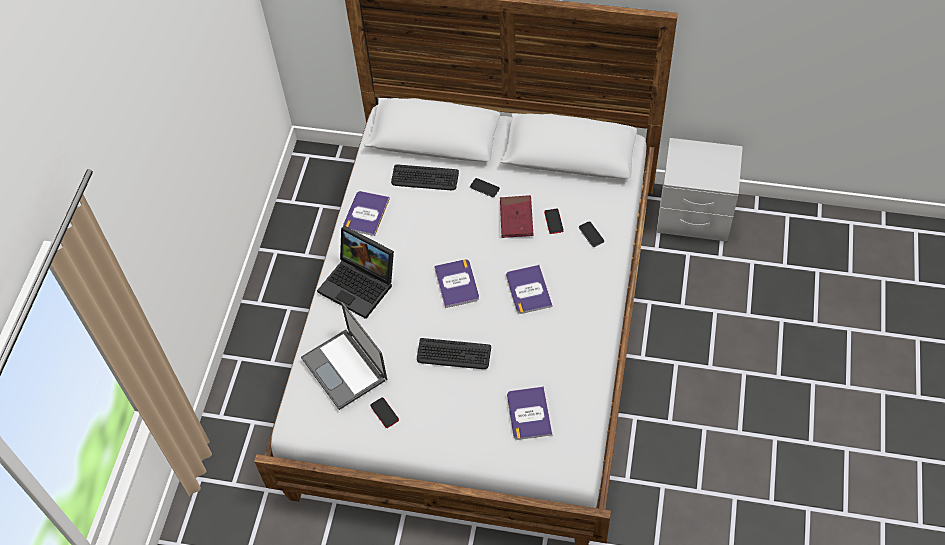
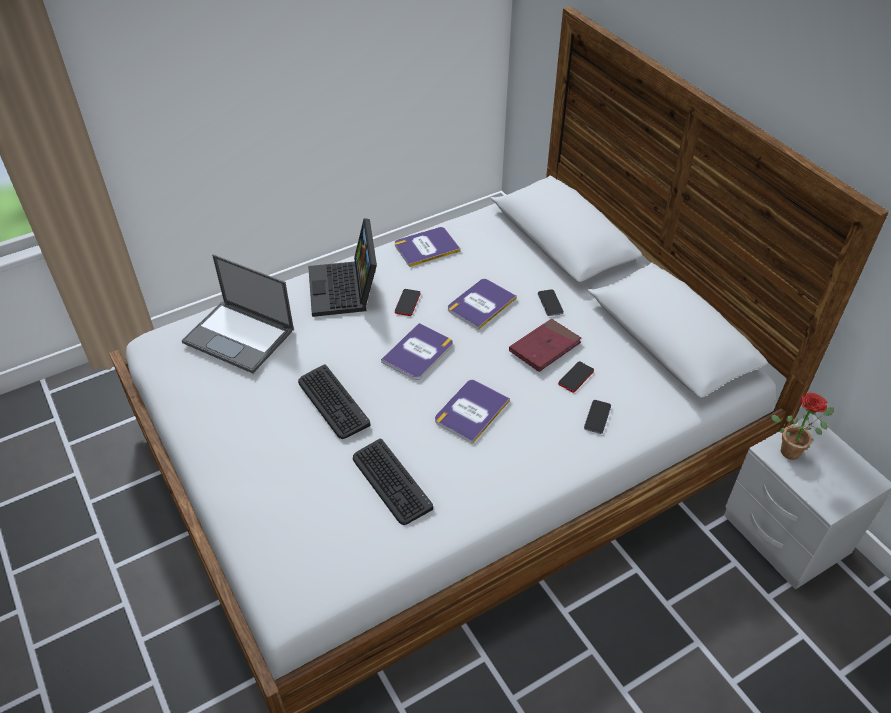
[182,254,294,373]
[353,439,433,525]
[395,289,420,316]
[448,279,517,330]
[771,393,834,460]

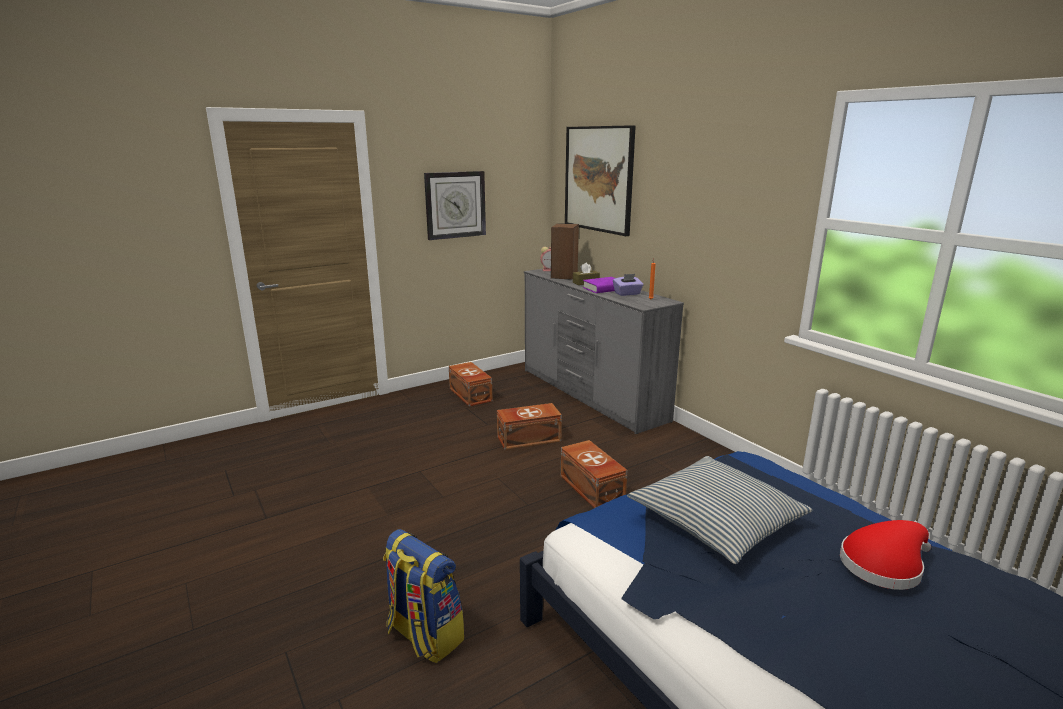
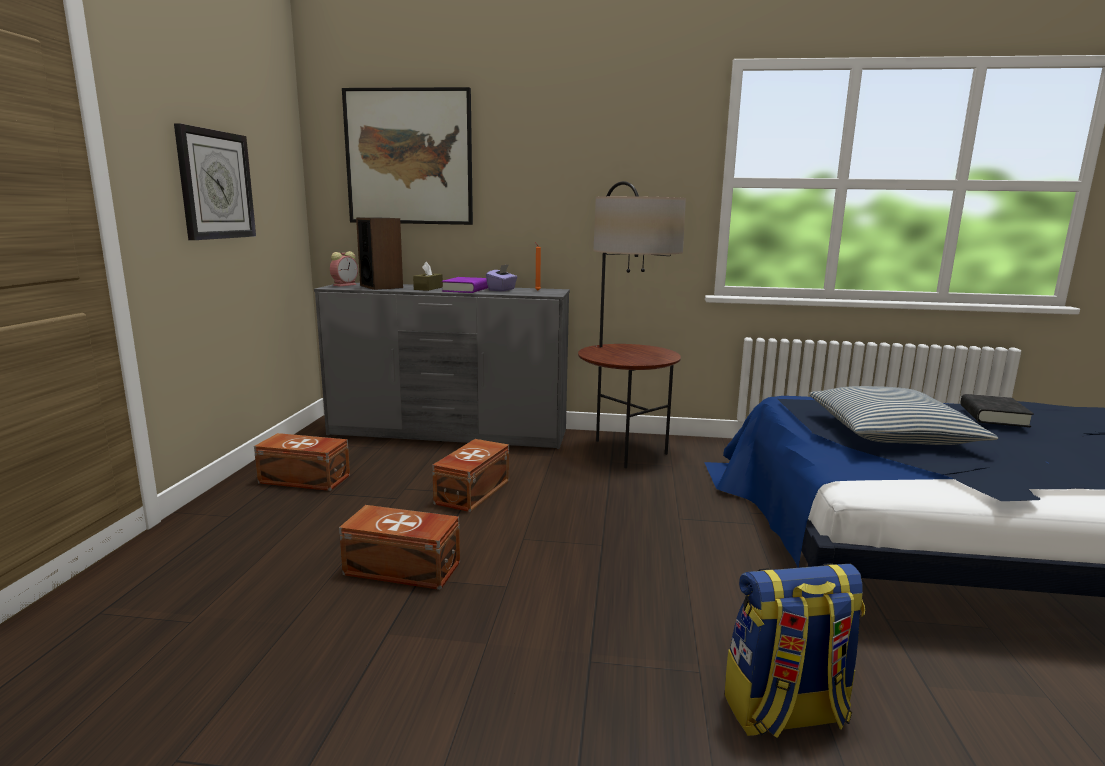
[339,505,460,590]
[578,181,686,468]
[960,394,1034,427]

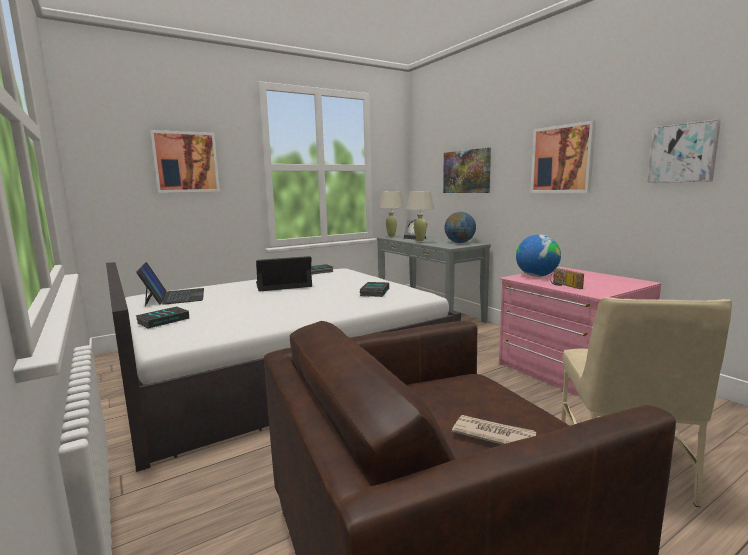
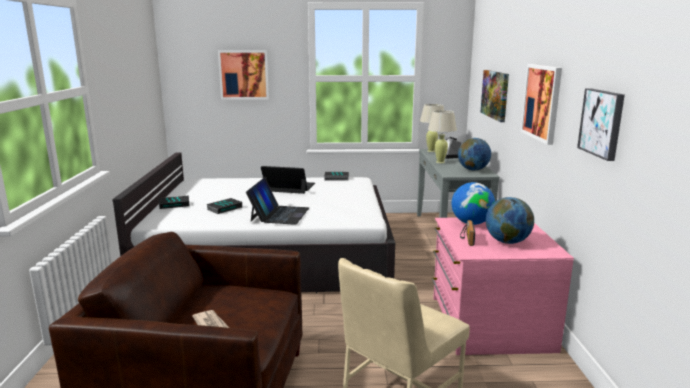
[206,198,242,214]
[246,178,309,225]
[486,197,534,244]

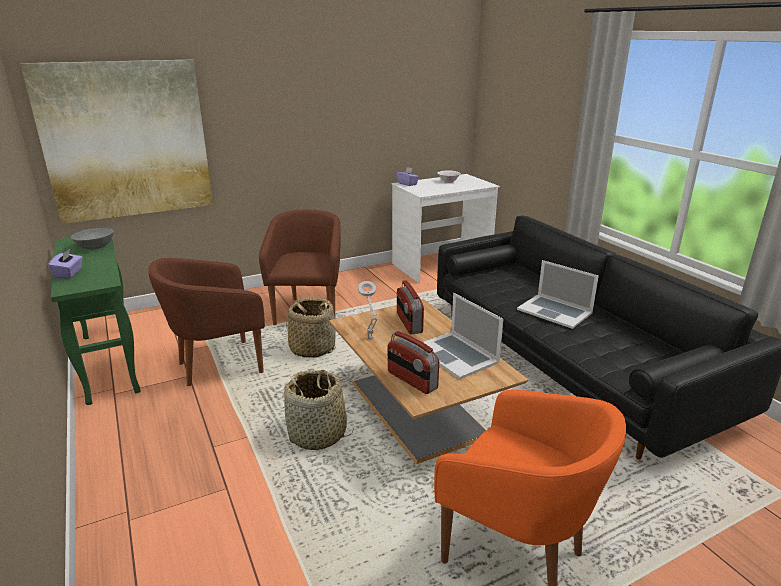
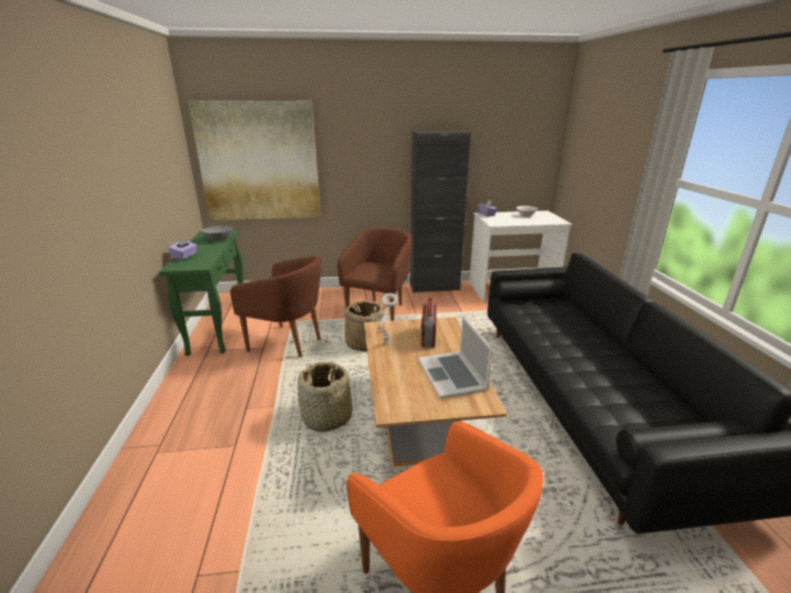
[230,256,321,357]
[410,131,471,293]
[388,331,439,394] (first image)
[517,260,599,329] (first image)

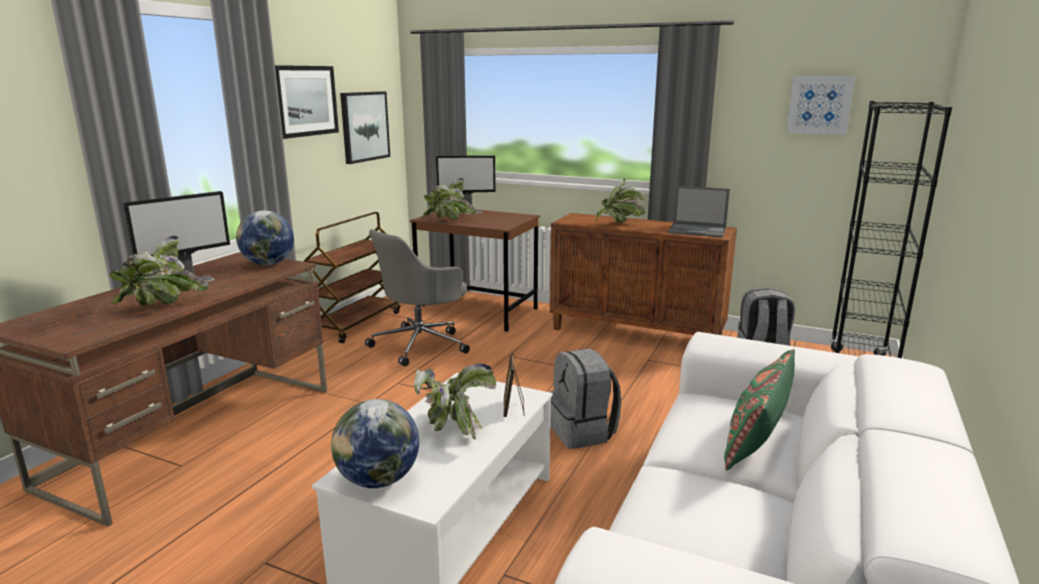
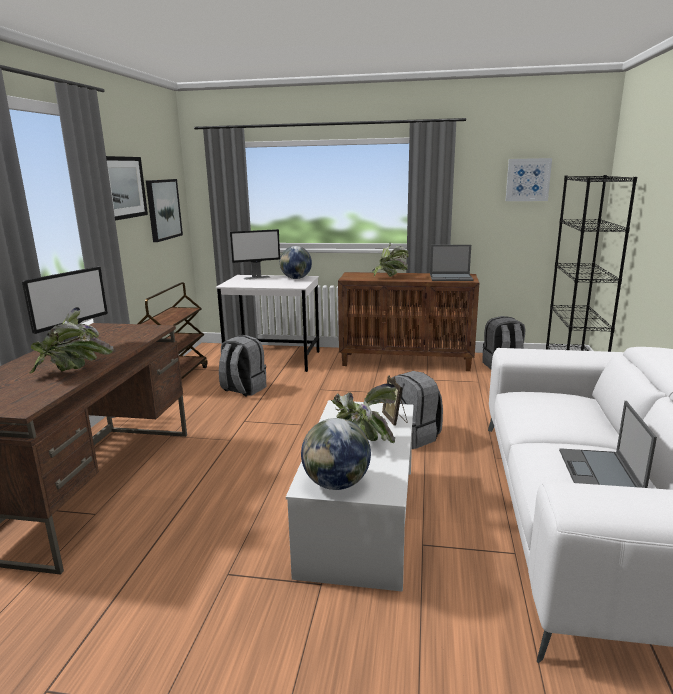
[215,275,319,372]
[219,335,266,397]
[280,246,312,279]
[559,401,657,488]
[423,178,476,220] (first image)
[724,349,795,470] (first image)

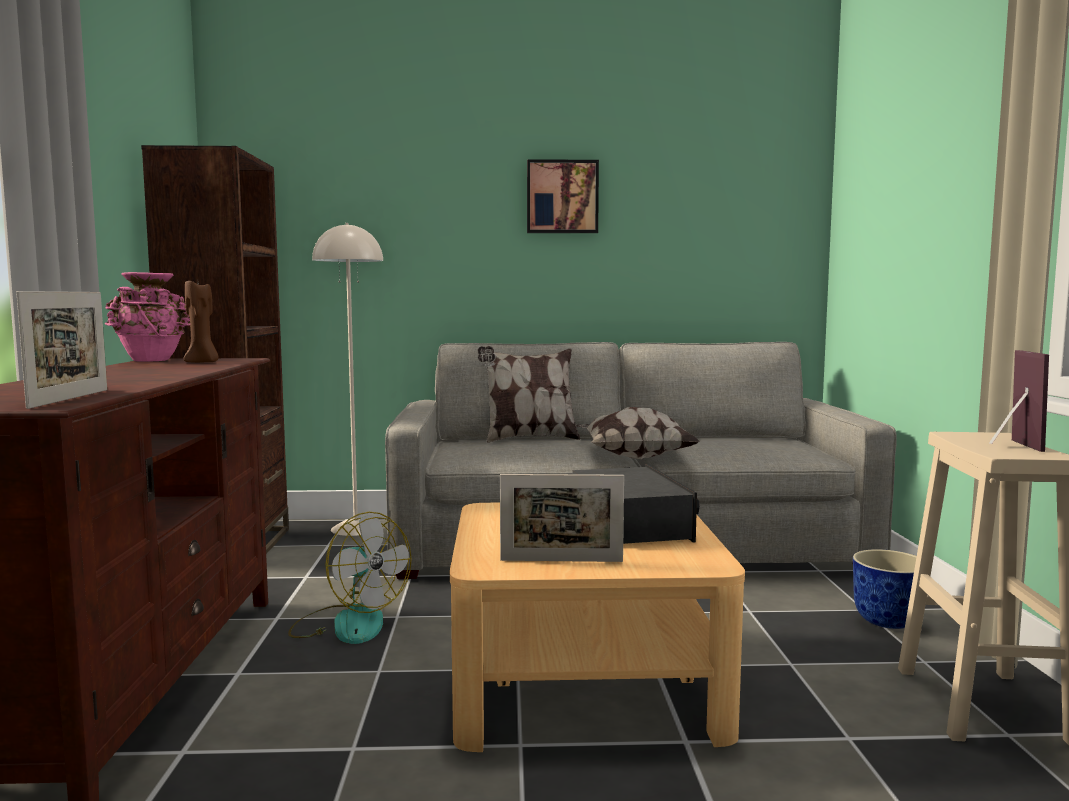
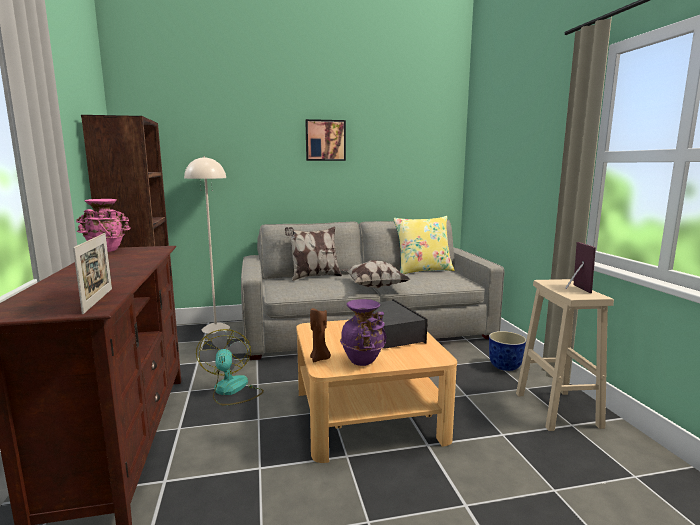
[196,329,264,405]
[310,307,331,362]
[340,299,386,366]
[393,216,454,274]

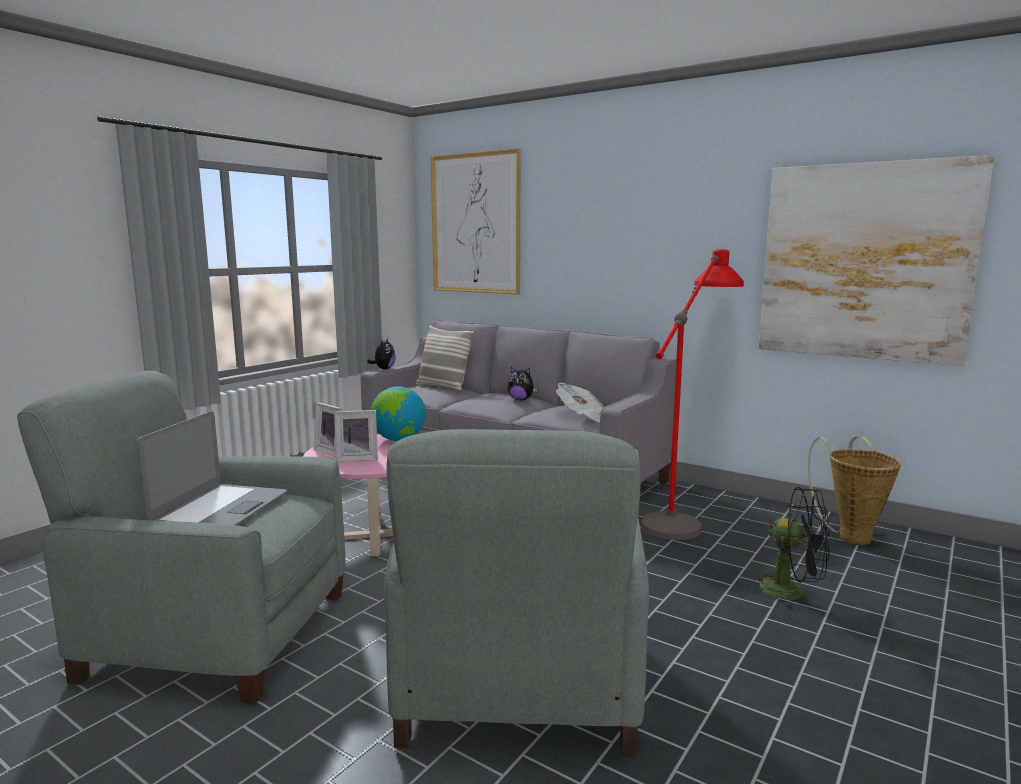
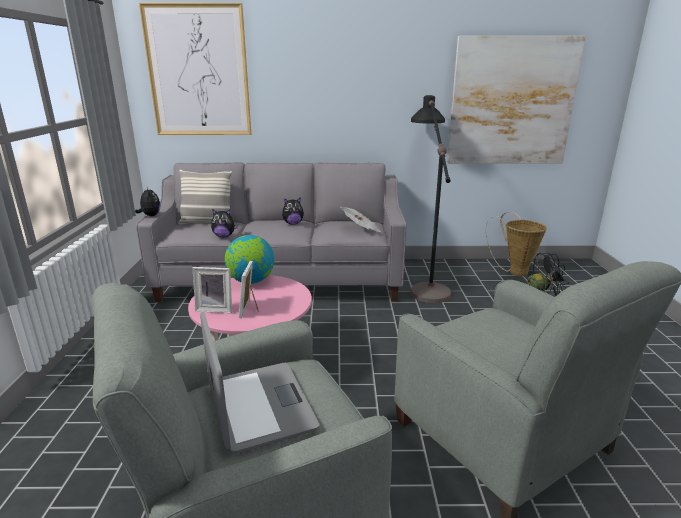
[211,209,238,237]
[239,261,259,318]
[410,95,452,303]

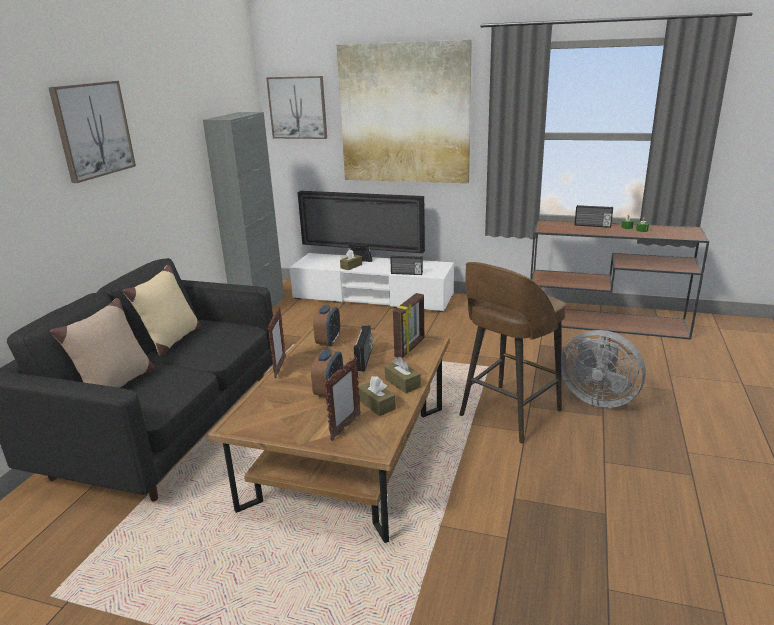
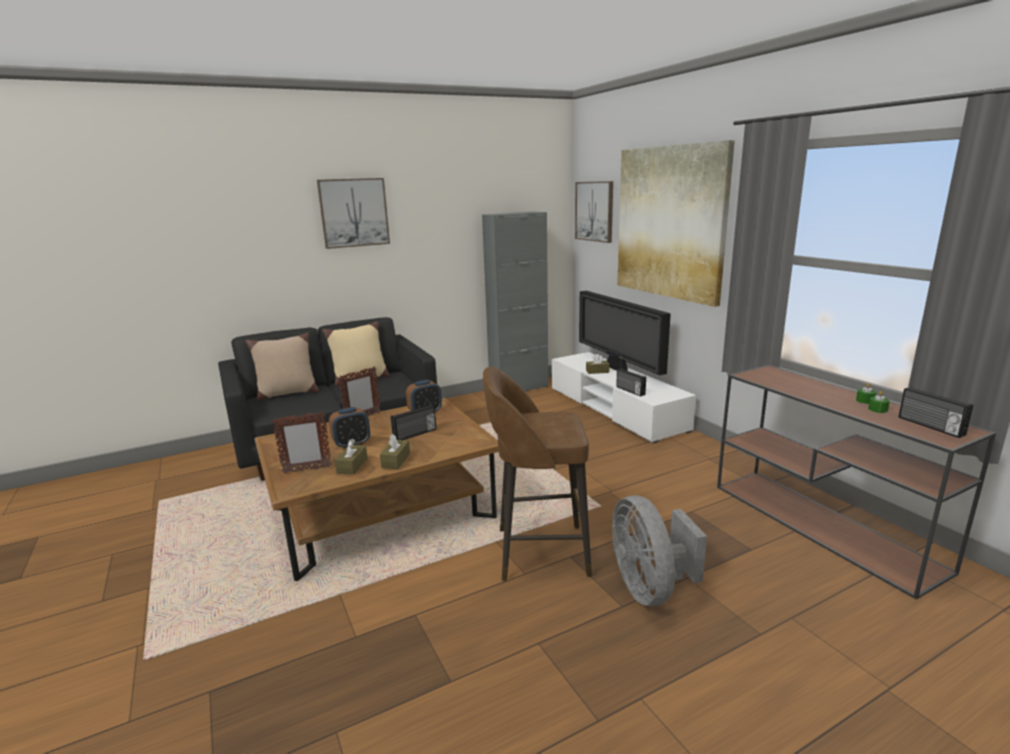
[898,387,973,438]
[393,293,424,358] (first image)

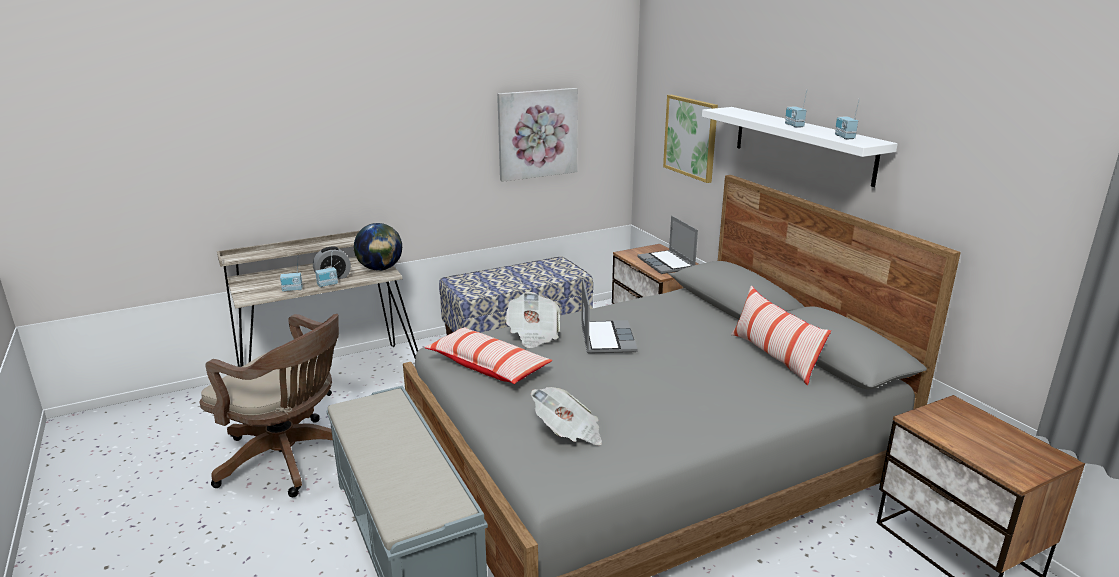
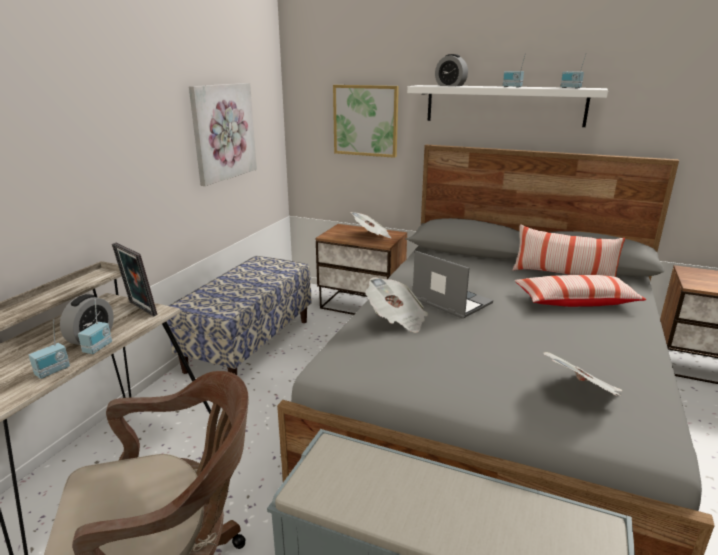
[112,243,158,317]
[351,212,391,238]
[435,54,468,86]
[515,275,646,307]

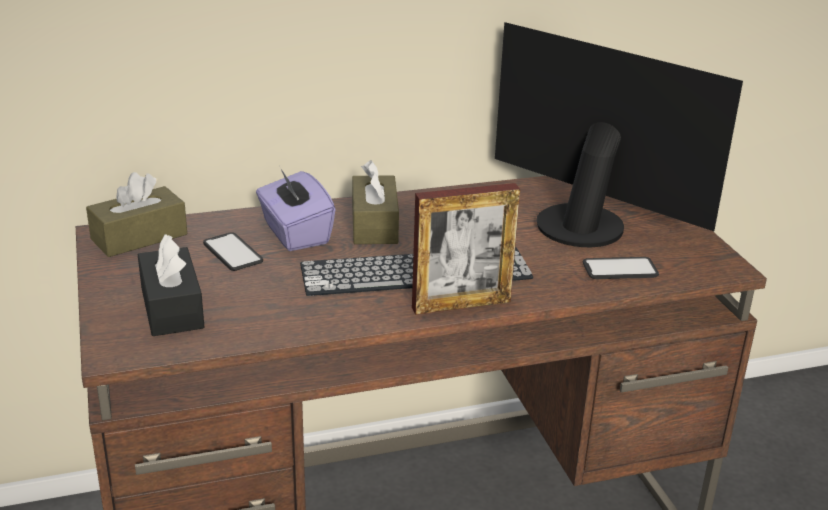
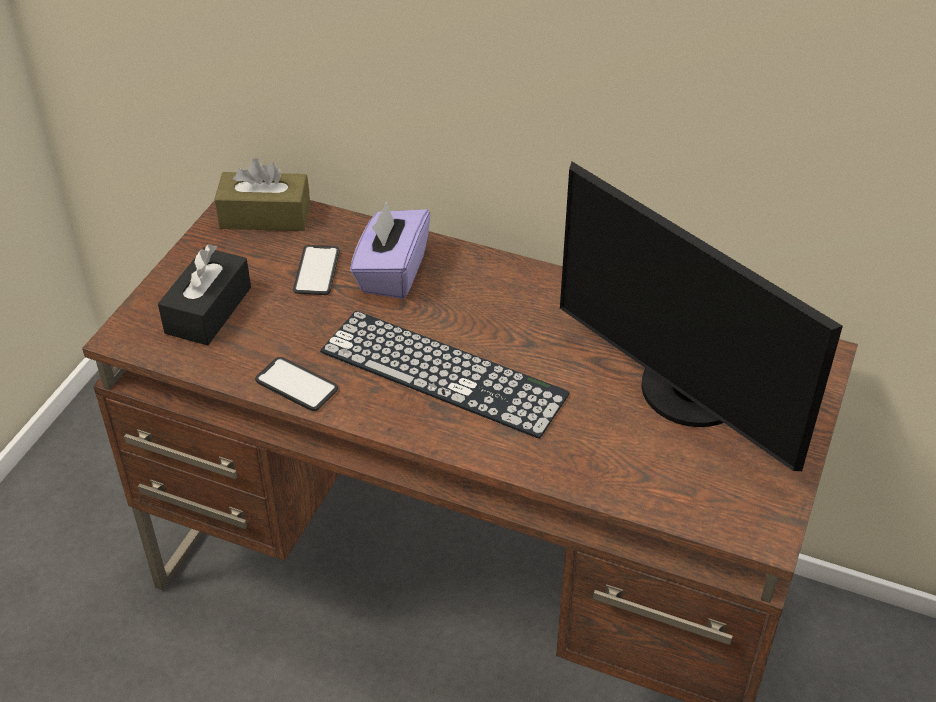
[255,357,338,411]
[560,161,843,471]
[352,160,399,244] (first image)
[412,183,520,315] (first image)

